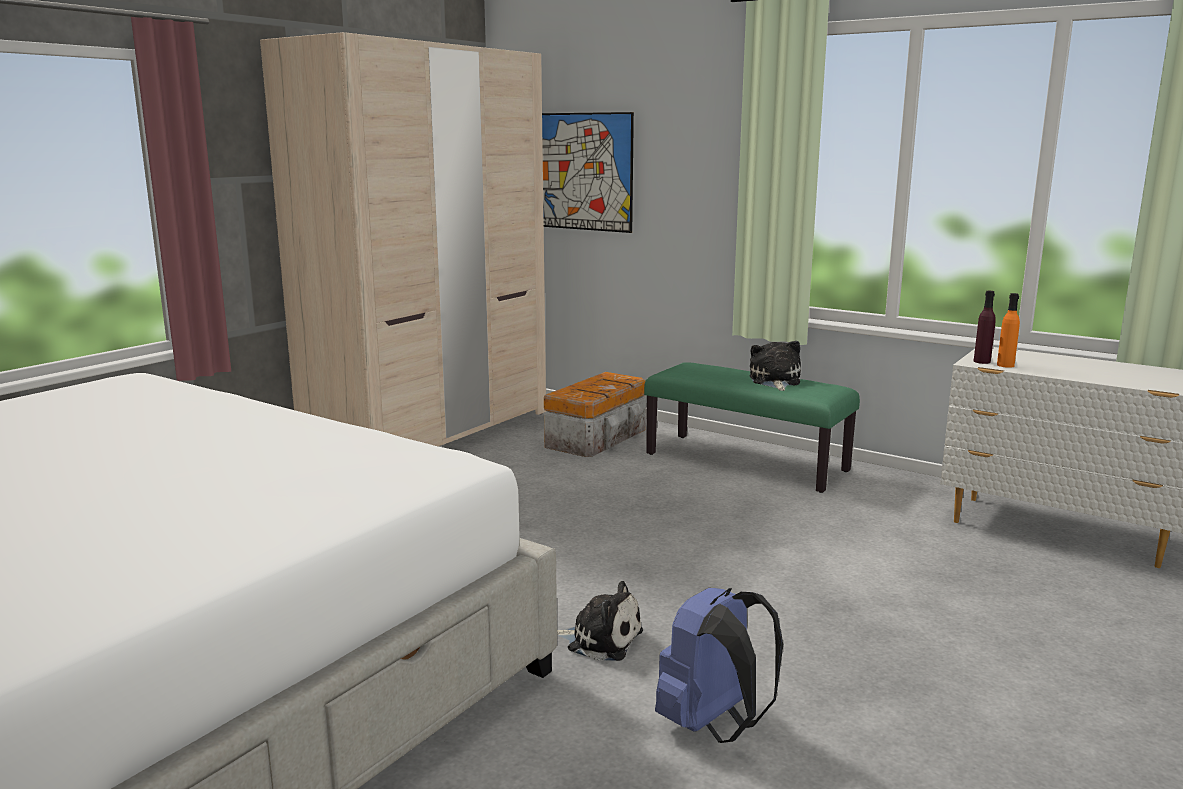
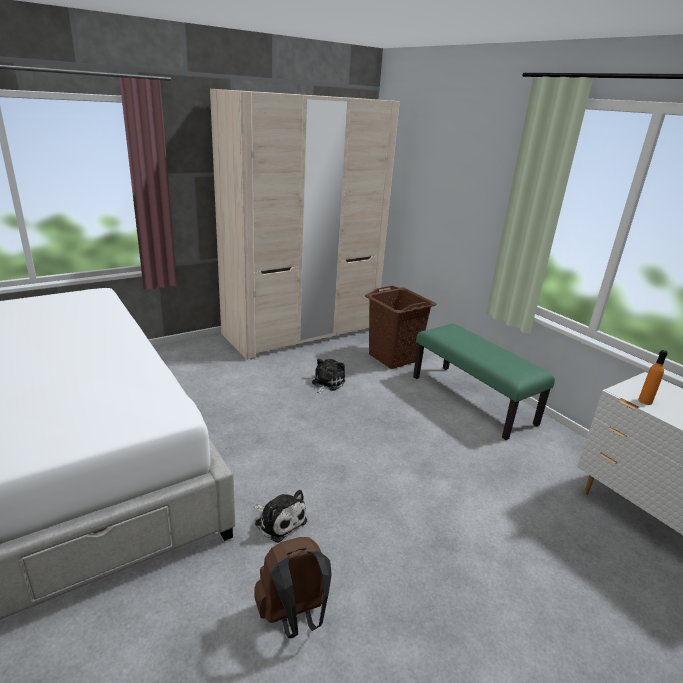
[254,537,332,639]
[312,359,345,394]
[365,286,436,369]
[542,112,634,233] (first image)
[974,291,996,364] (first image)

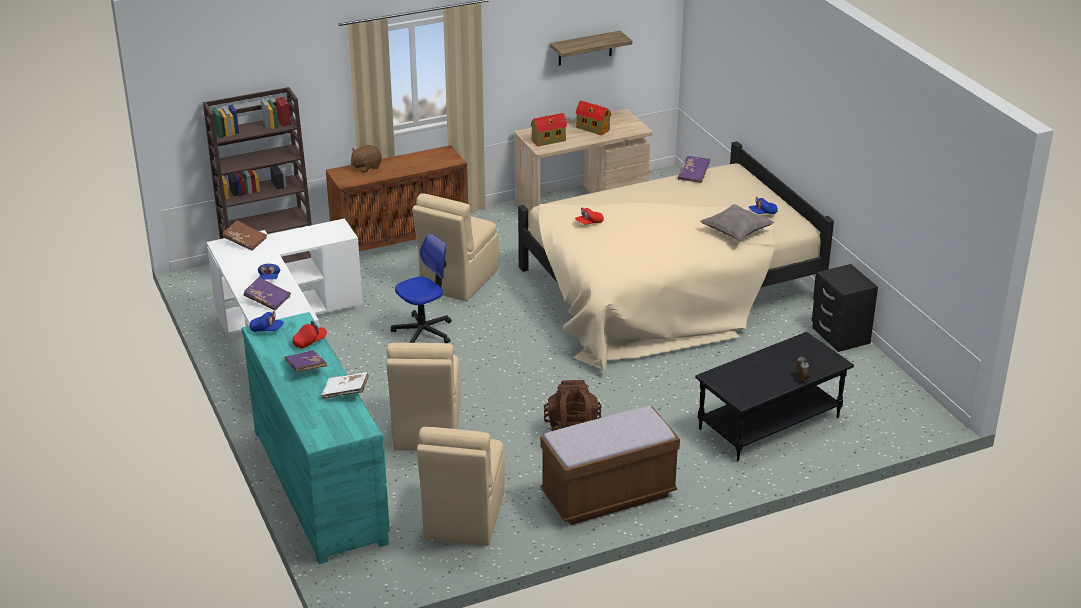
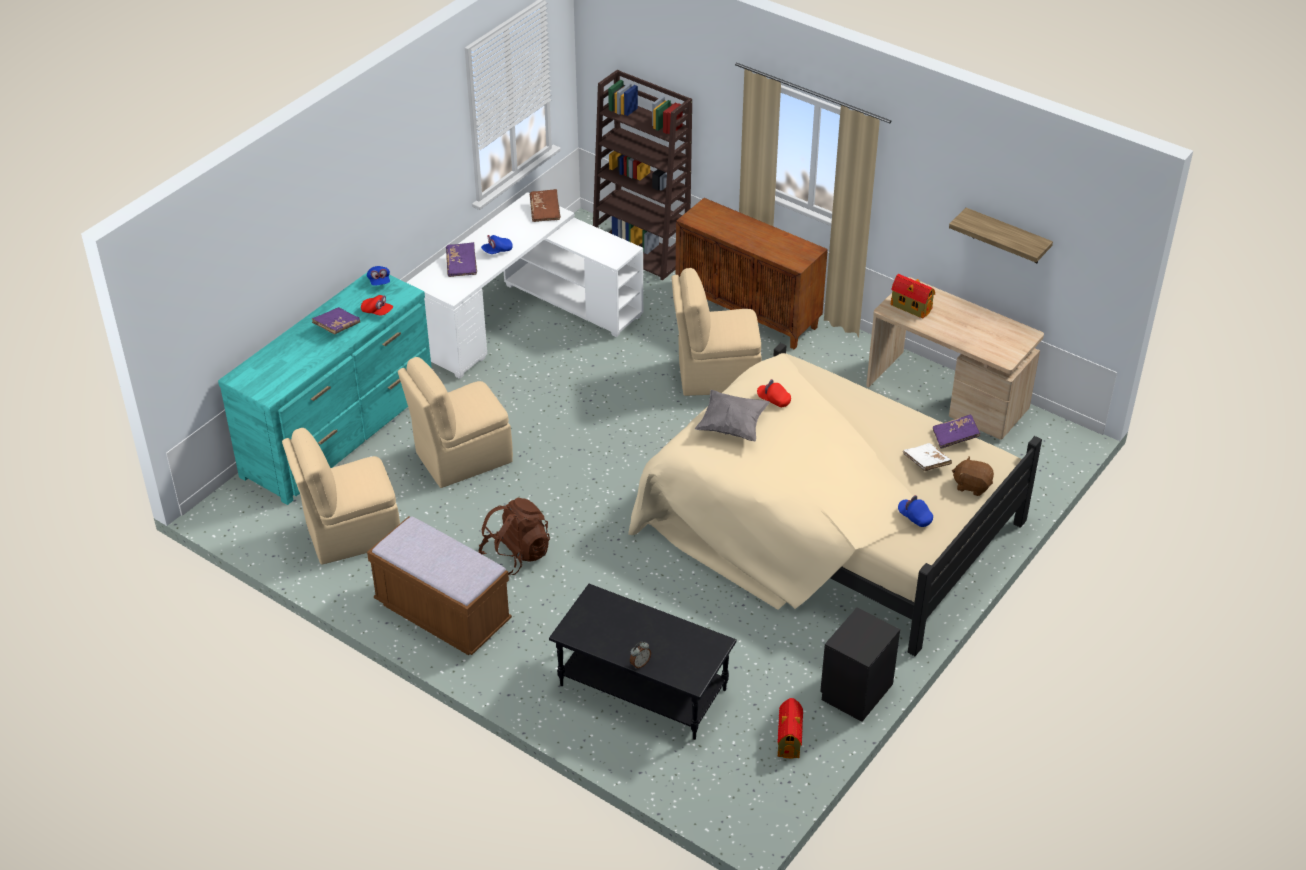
[695,390,770,441]
[778,698,803,759]
[903,443,952,471]
[952,457,994,496]
[391,233,452,343] (first image)

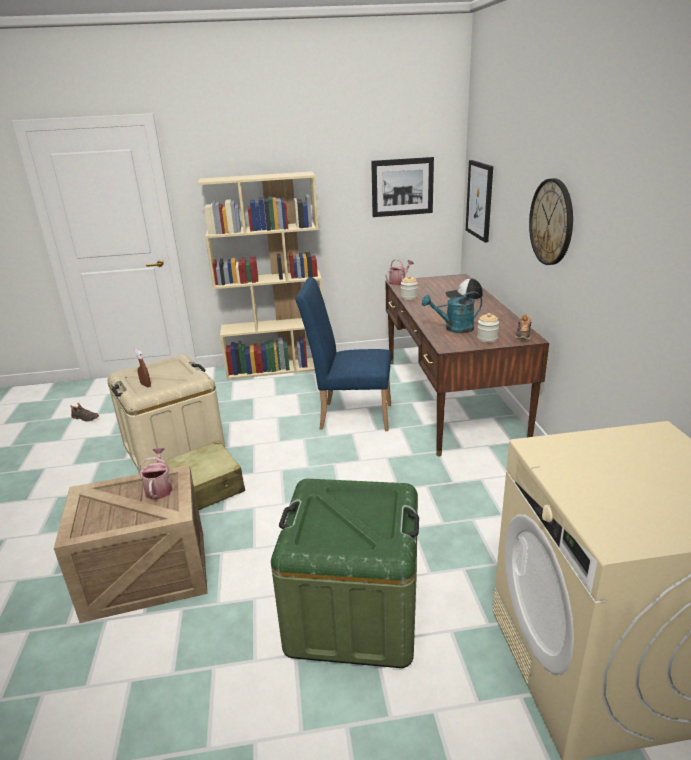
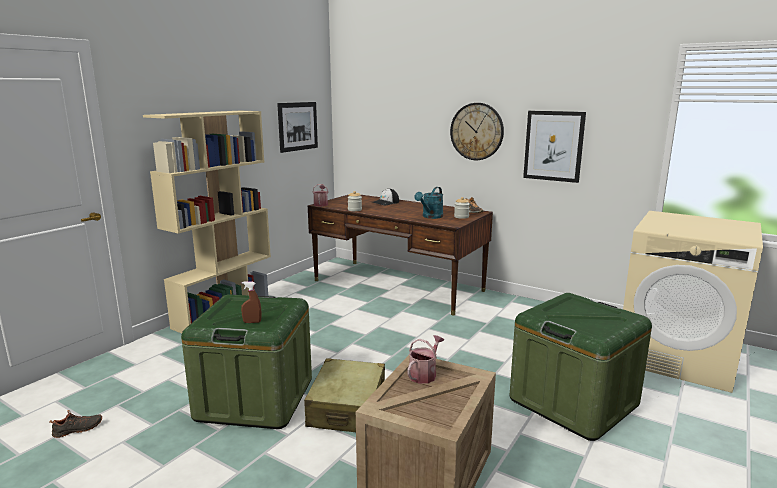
[181,294,312,429]
[407,335,444,384]
[523,111,586,183]
[295,277,391,431] (first image)

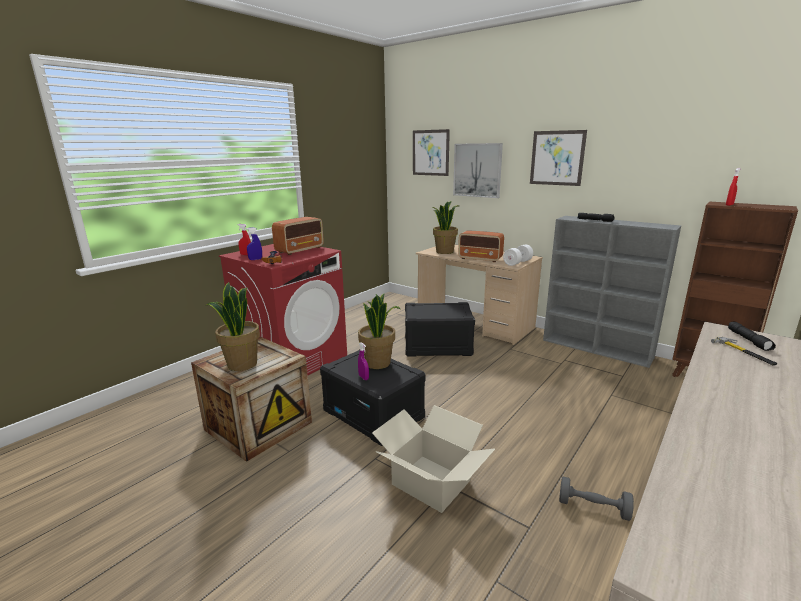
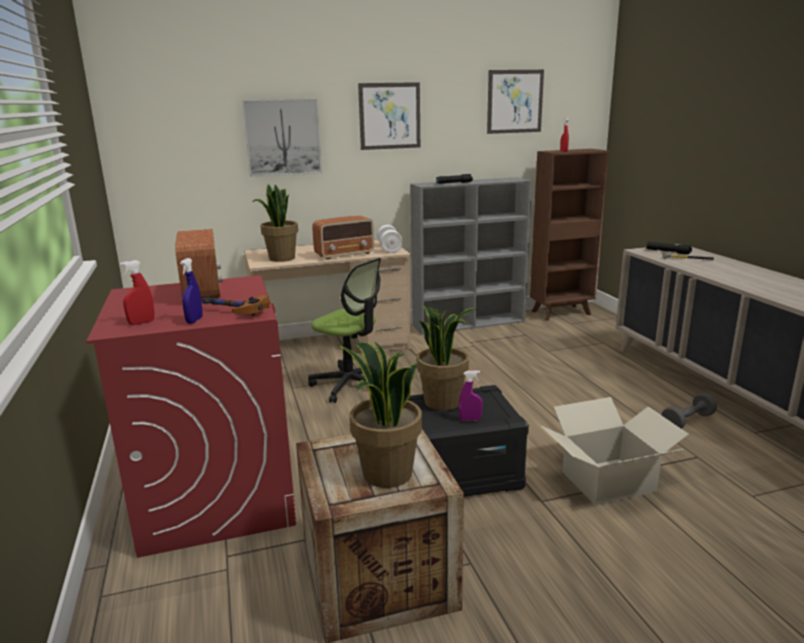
[308,258,382,403]
[487,70,544,134]

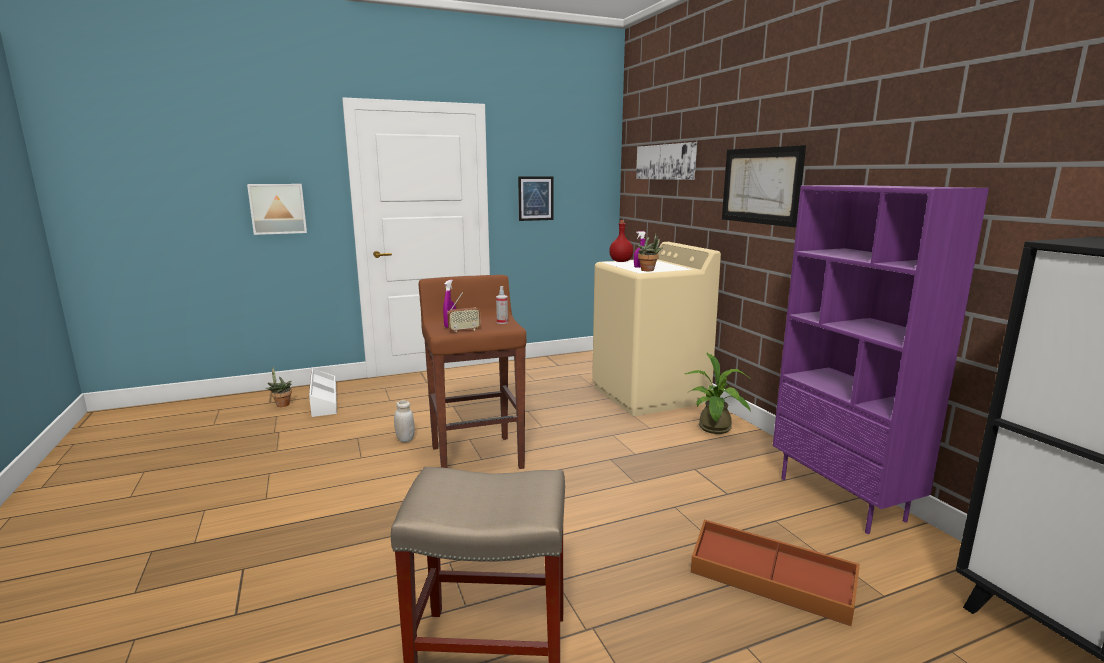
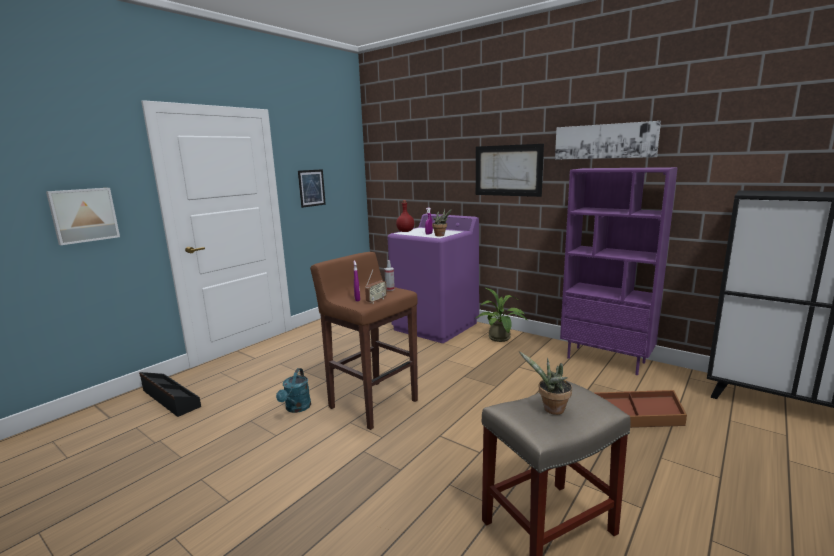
[139,372,201,417]
[276,368,311,413]
[388,214,479,343]
[519,351,572,415]
[555,121,661,160]

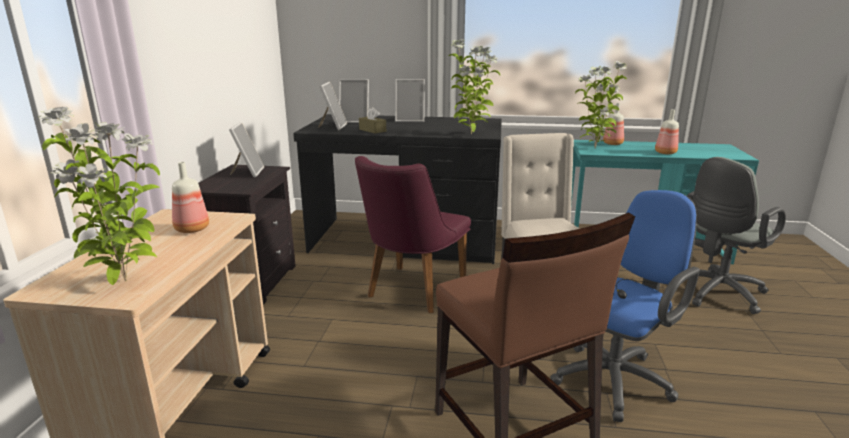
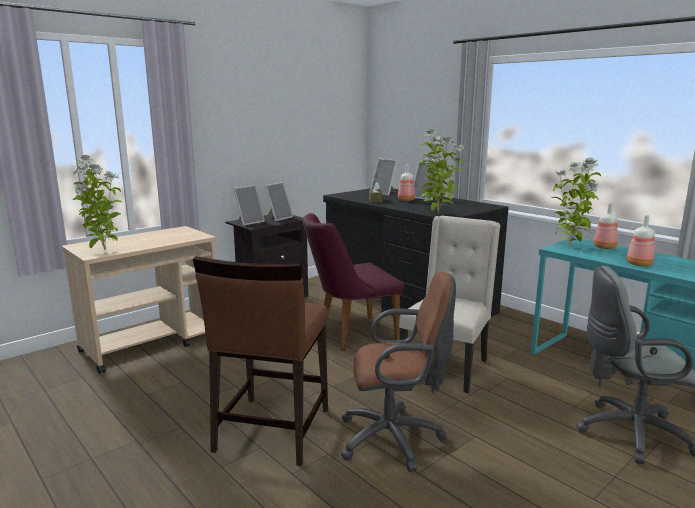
[233,185,265,226]
[341,272,456,472]
[398,164,415,201]

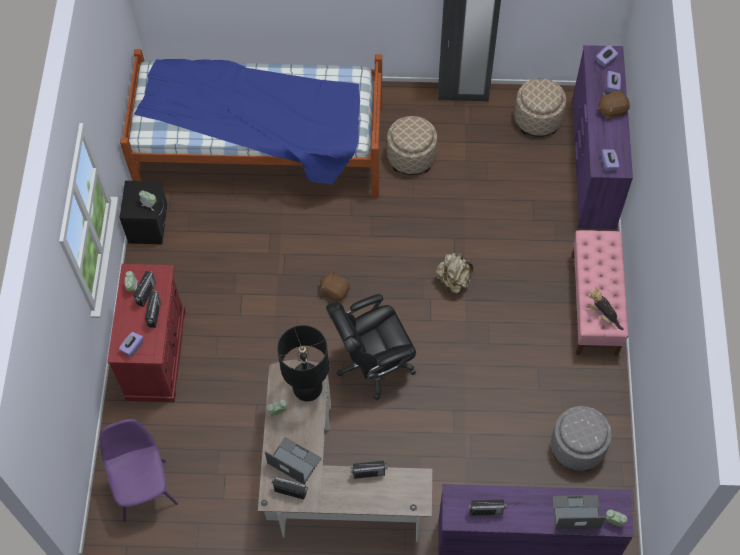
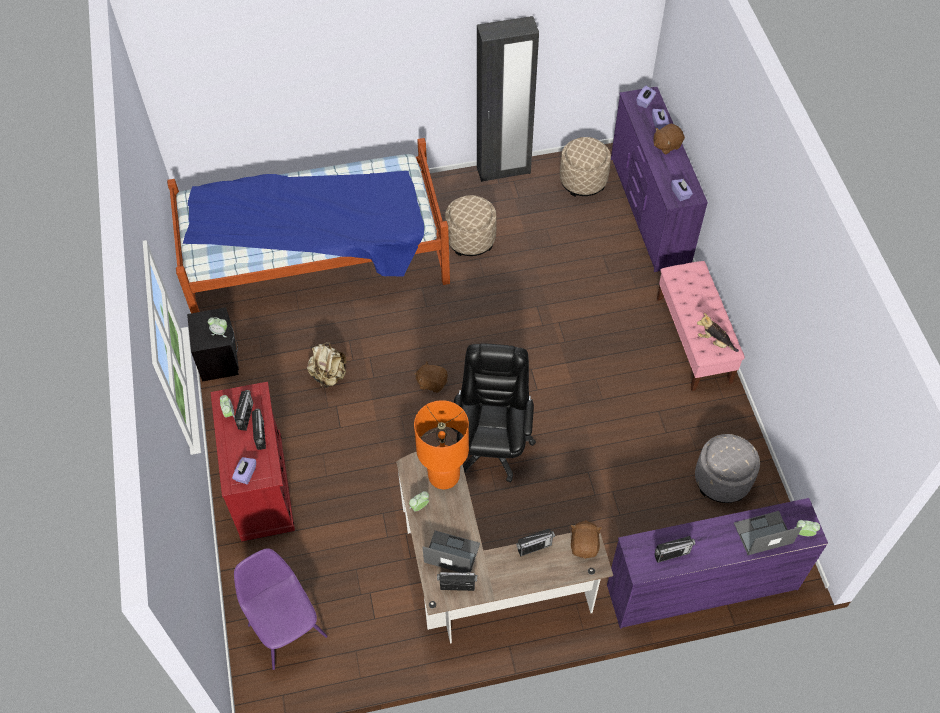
[307,342,347,388]
[414,400,469,489]
[452,343,536,483]
[571,520,602,559]

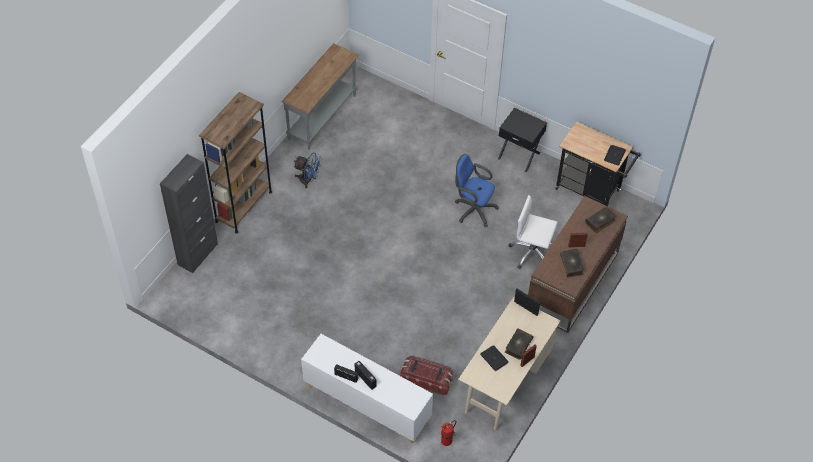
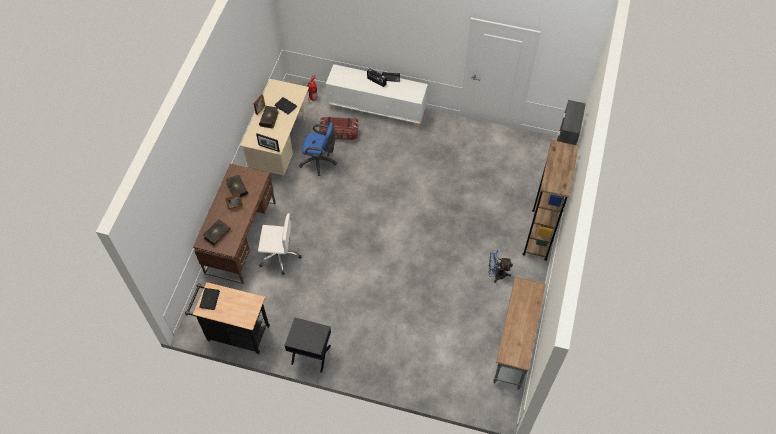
[299,122,337,176]

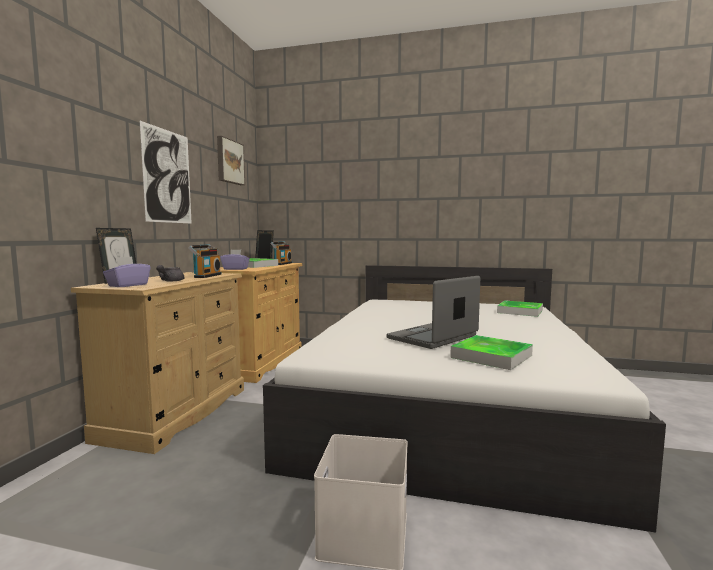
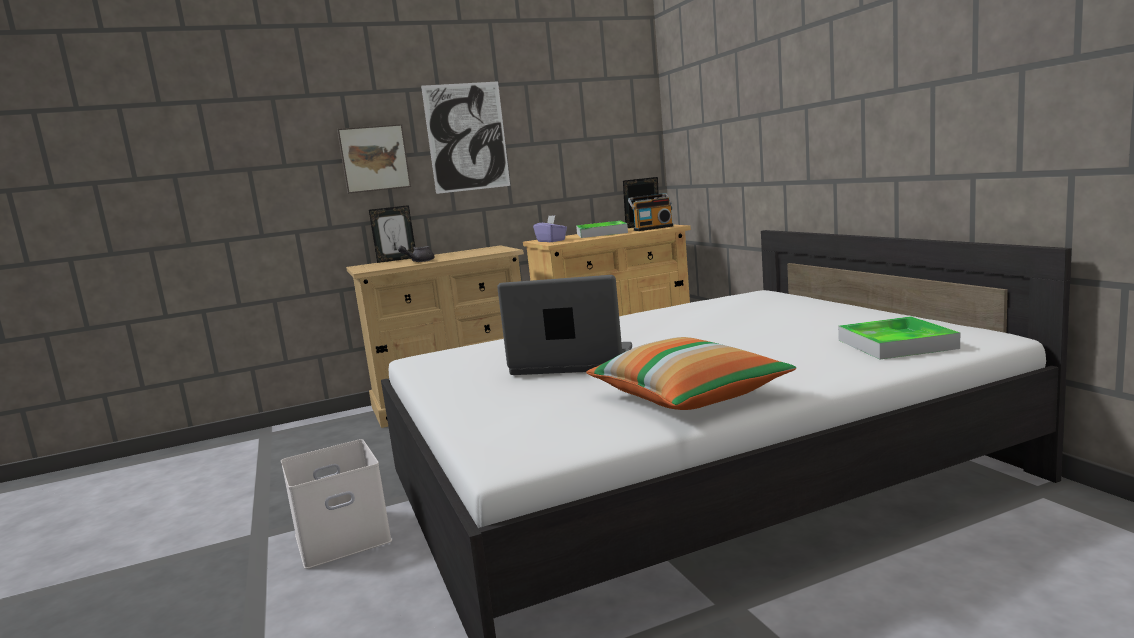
[337,124,411,193]
[586,337,796,410]
[103,256,151,287] (first image)
[188,244,222,278] (first image)
[450,335,533,370] (first image)

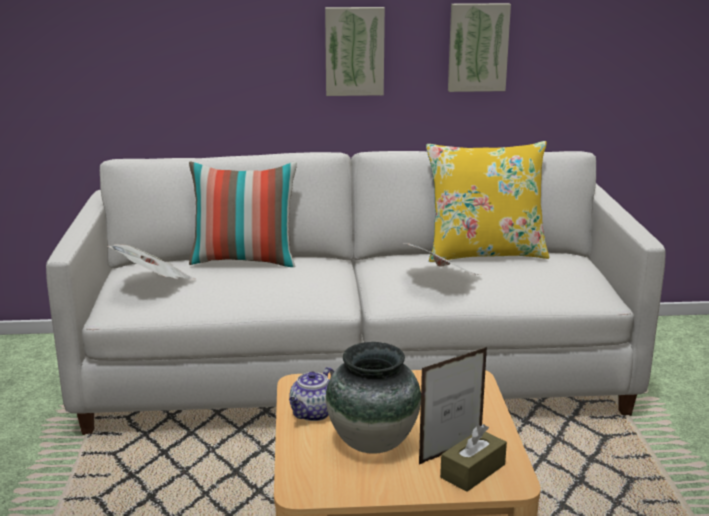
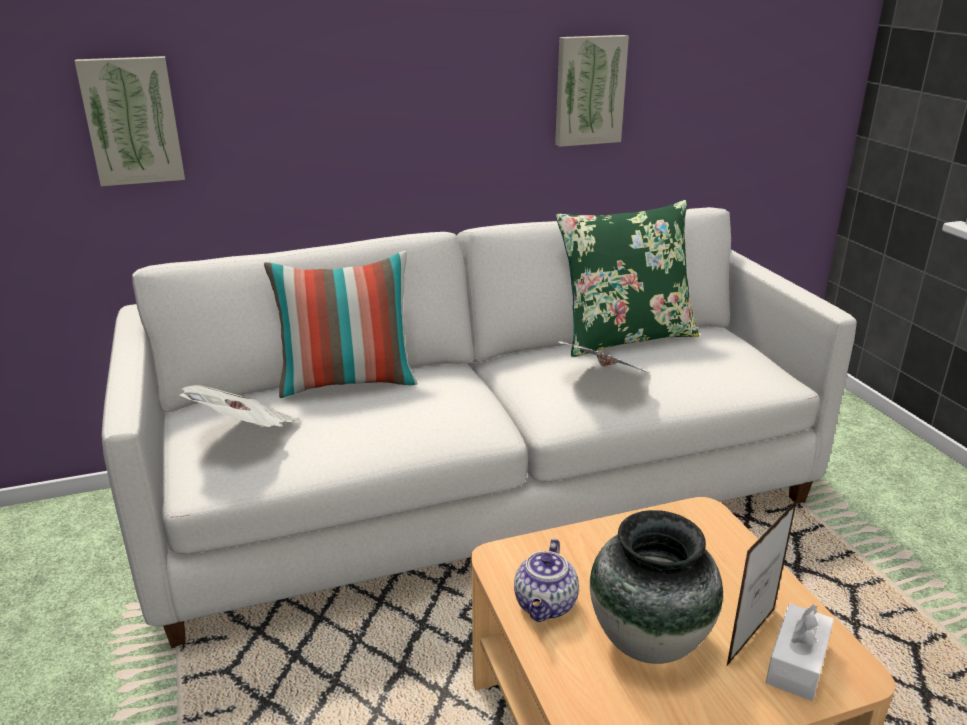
[75,56,185,186]
[556,200,699,357]
[766,603,834,701]

